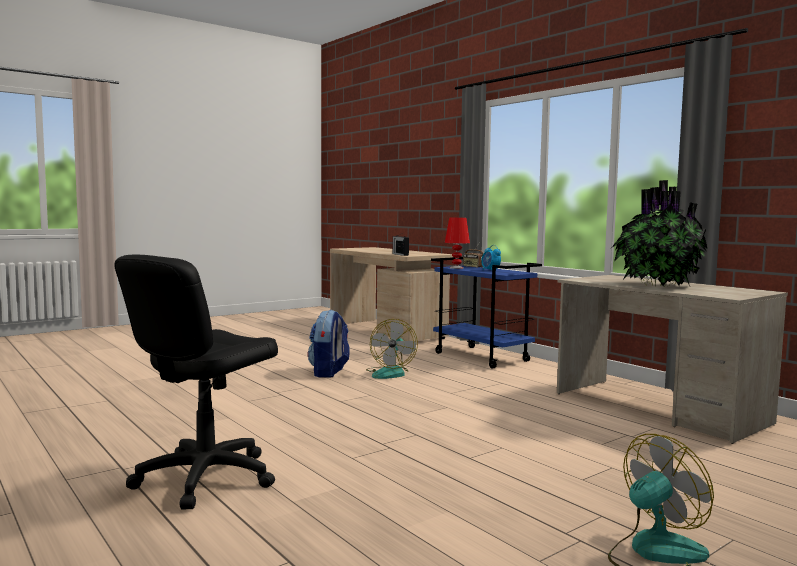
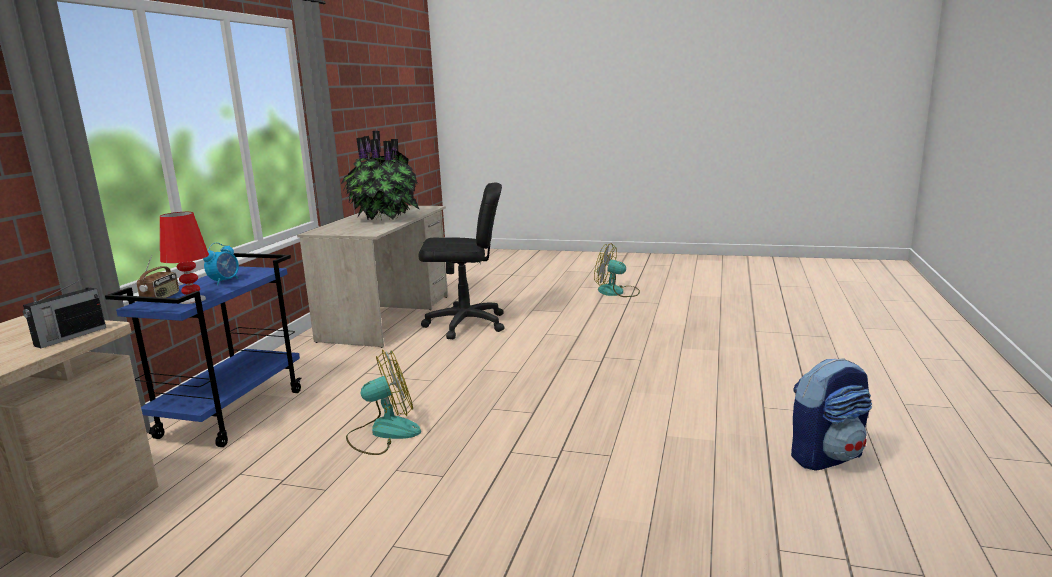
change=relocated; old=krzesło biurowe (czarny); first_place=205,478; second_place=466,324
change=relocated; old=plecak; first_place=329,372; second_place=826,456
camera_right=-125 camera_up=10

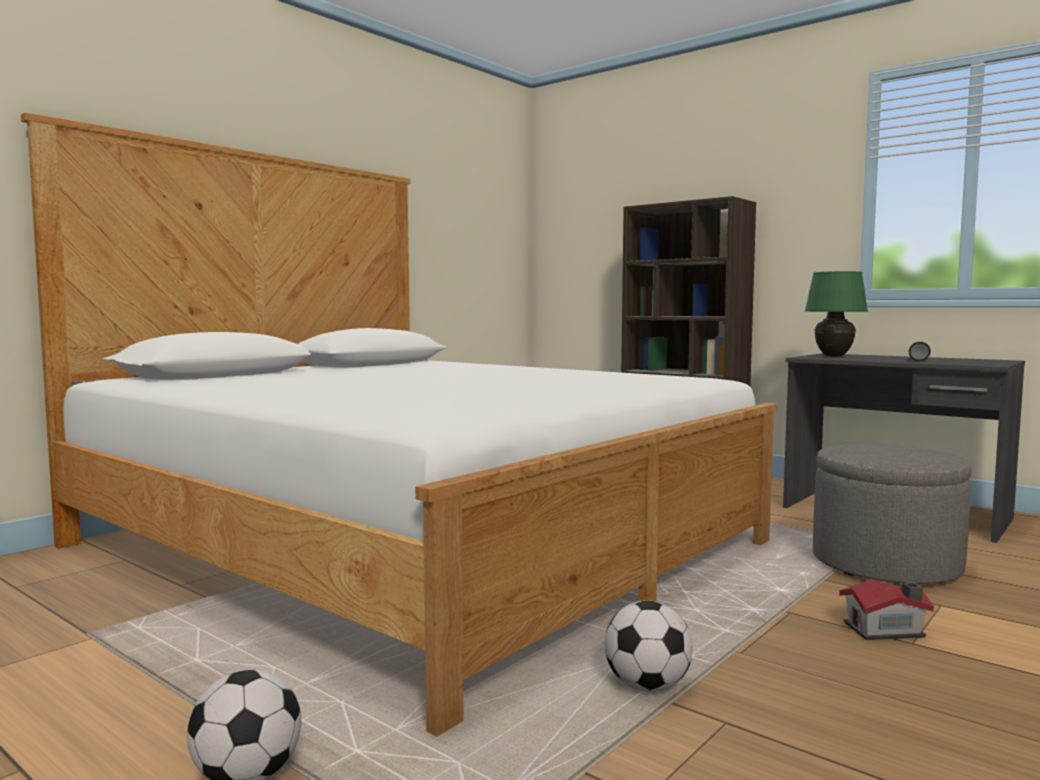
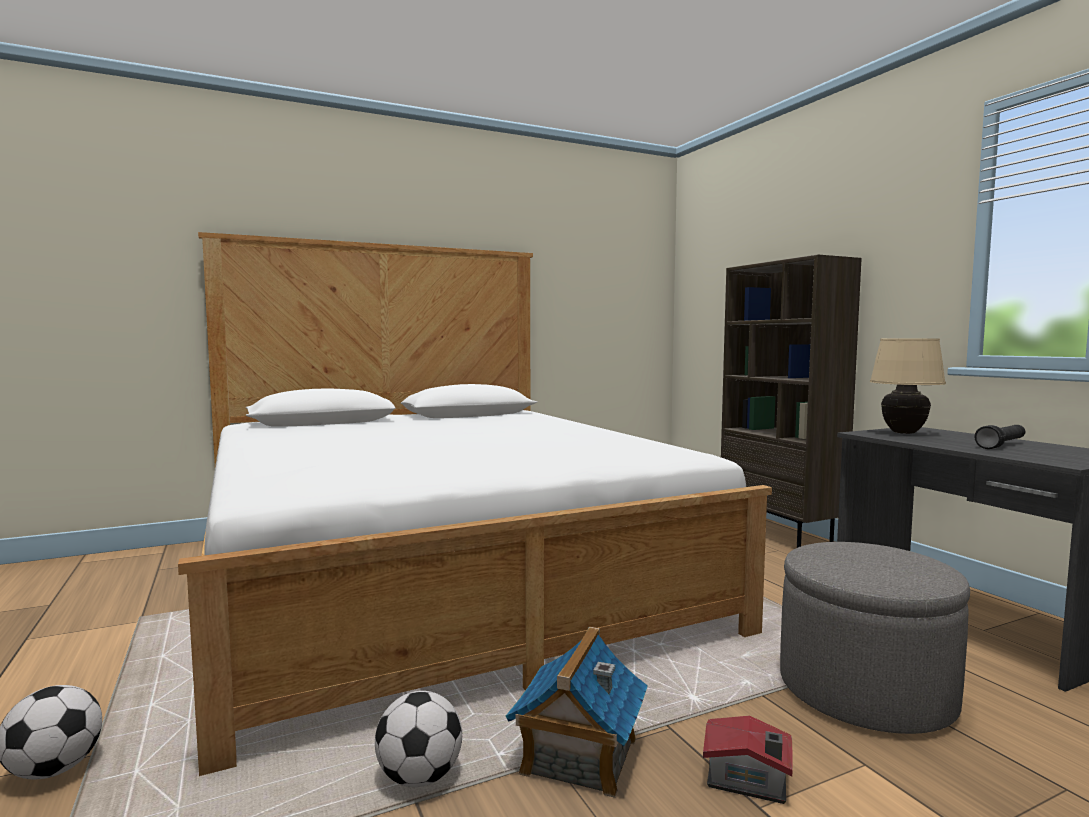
change=colour; old=lampa stołowa (zielony); new=lampa stołowa (beżowy); first_place=834,356; second_place=904,433
change=appeared; new=domek; second_place=578,756
camera_right=25 camera_up=0

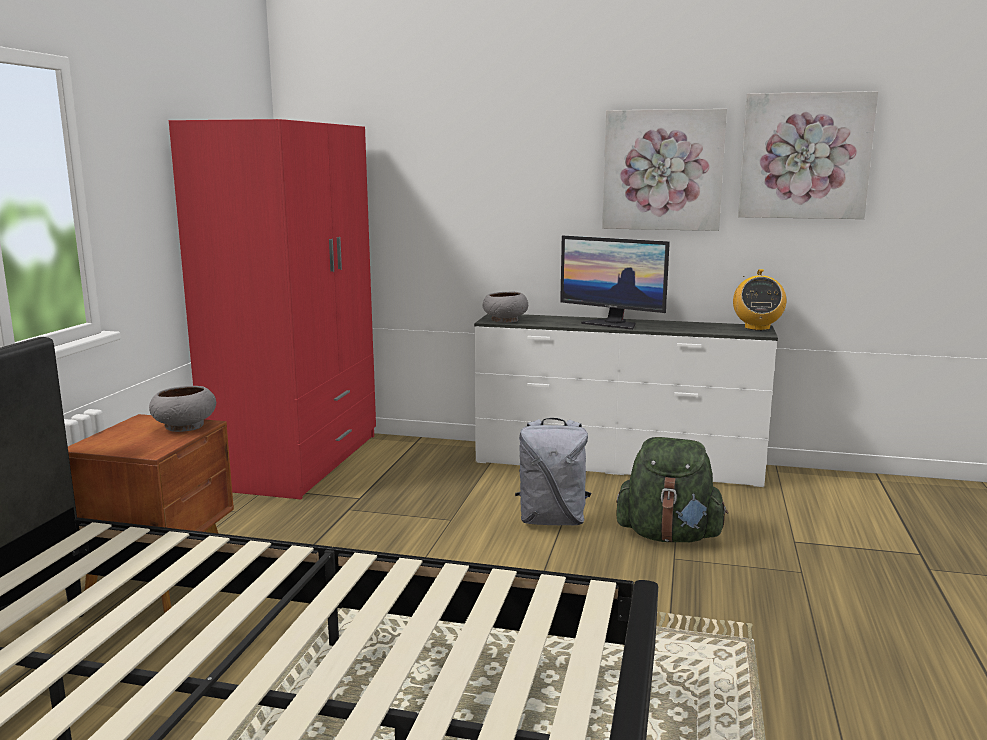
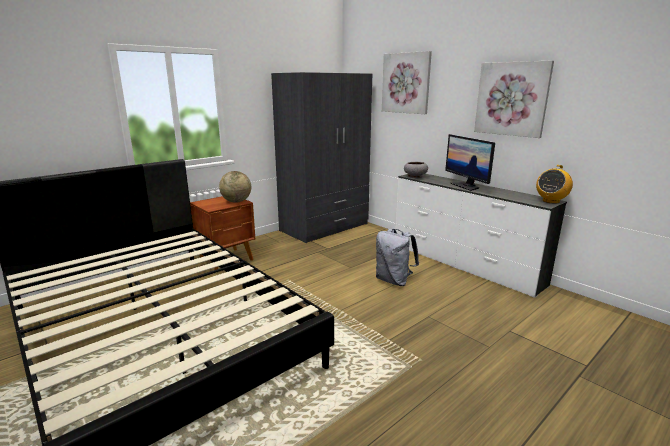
change=exchanged; old=miska (szary); new=globus; first_place=184,426; second_place=236,201
change=colour; old=szafa (czerwony); new=szafa (szary); first_place=298,460; second_place=325,227
change=missing; old=plecak (zielony); first_place=669,536
change=relocated; old=obraz; first_place=804,156; second_place=406,83
camera_right=35 camera_up=5

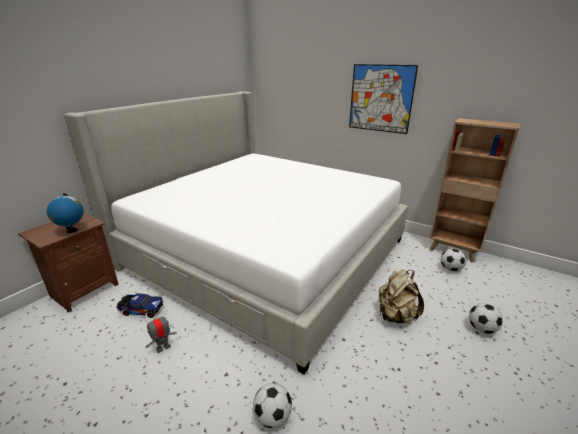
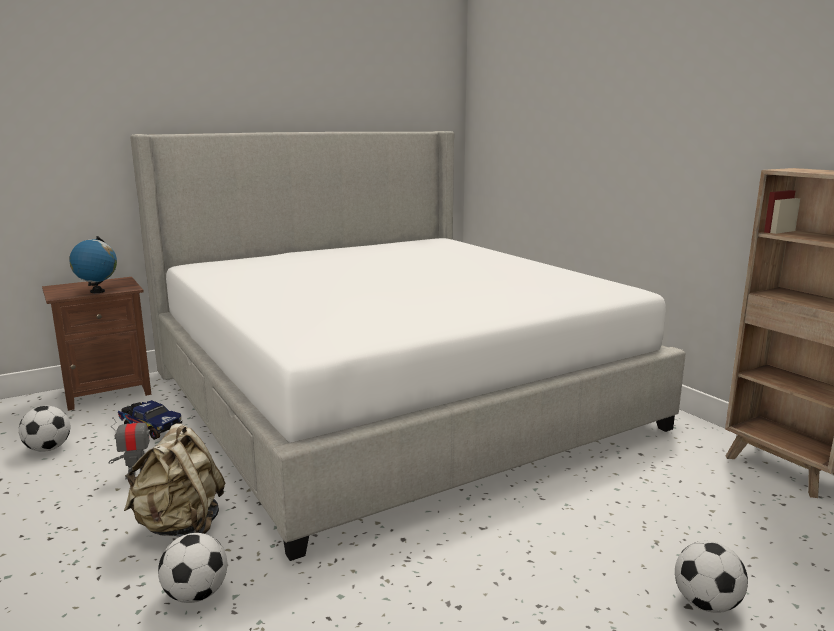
change=missing; old=obraz; first_place=380,98
change=relocated; old=plecak (beżowy); first_place=395,316; second_place=180,526
change=relocated; old=piłka futbolowa; first_place=450,269; second_place=48,449
camera_right=25 camera_up=-10

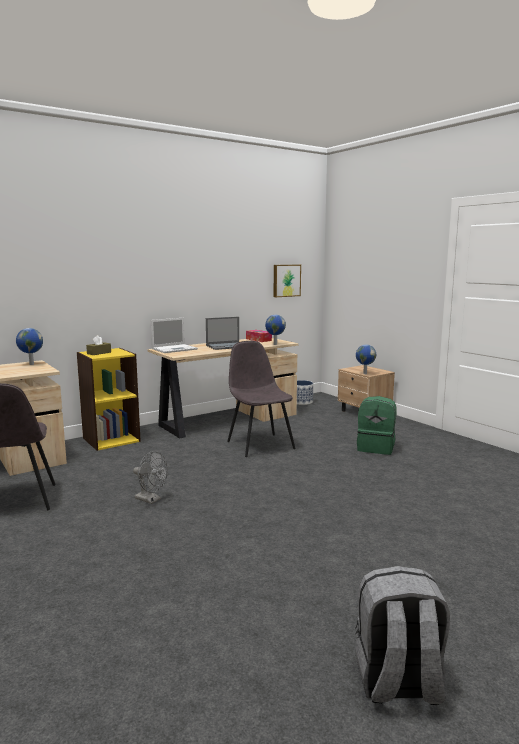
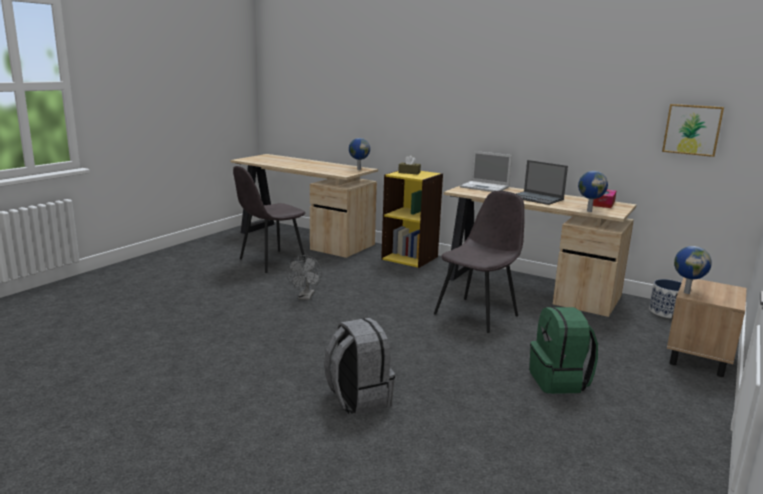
change=relocated; old=plecak (szary); first_place=397,683; second_place=357,399
camera_right=65 camera_up=5

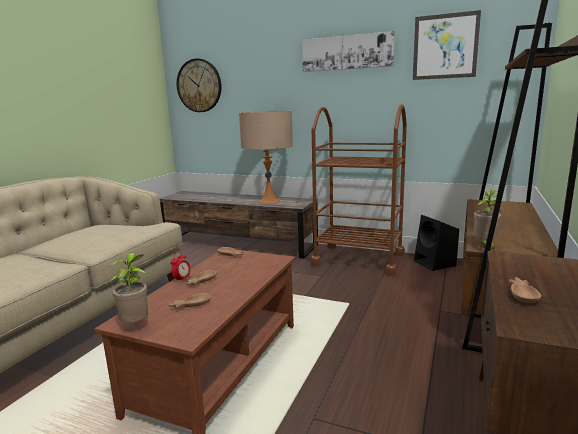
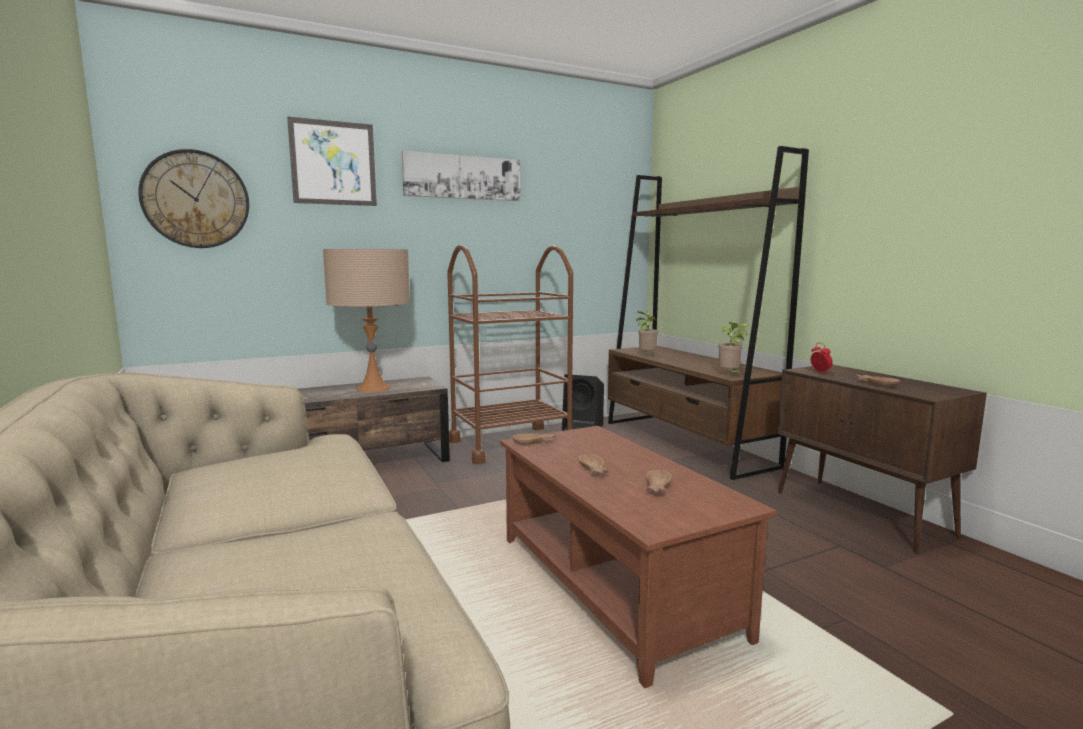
change=relocated; old=roślina doniczkowa; first_place=136,325; second_place=646,355
change=relocated; old=budzik; first_place=182,280; second_place=820,373
change=relocated; old=obraz; first_place=445,46; second_place=333,163
camera_right=-50 camera_up=-5

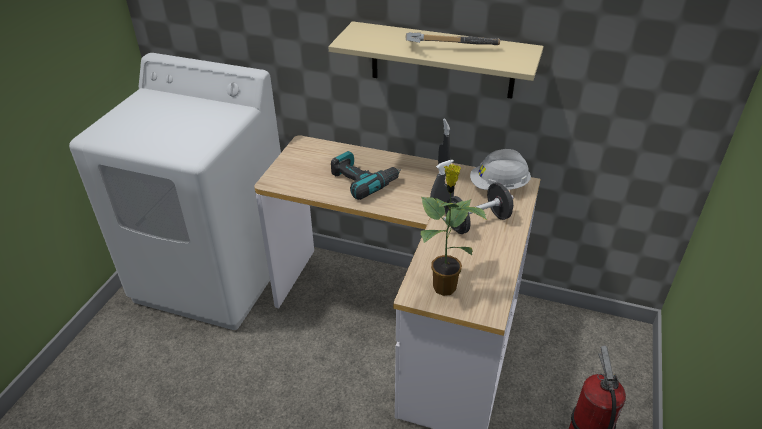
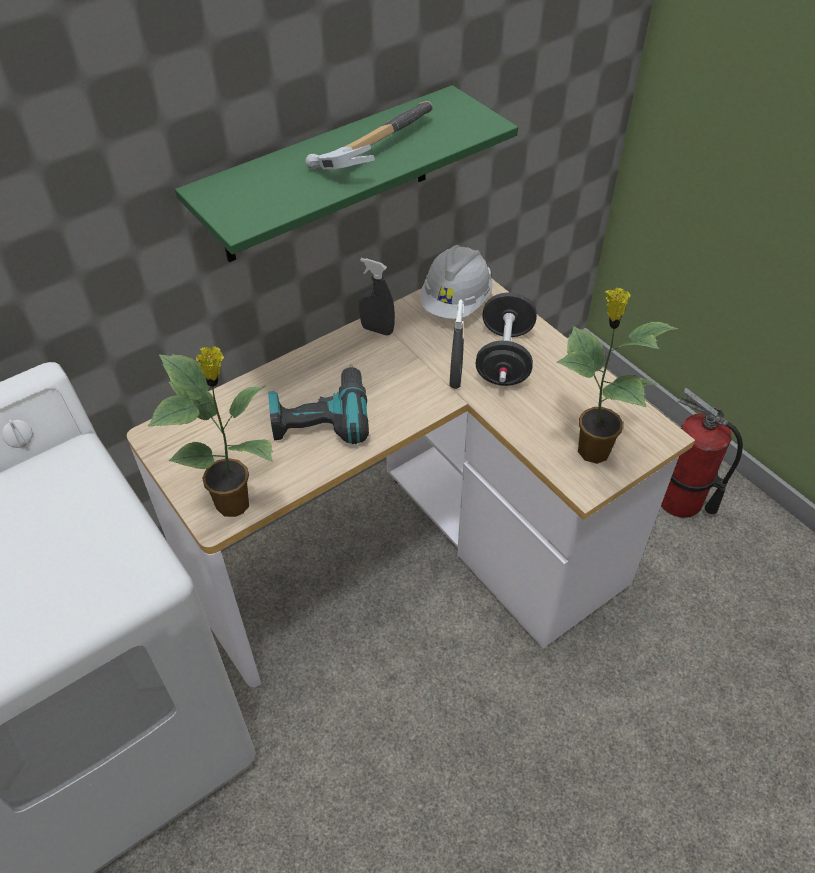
change=colour; old=półka (beżowy); new=półka (zielony); first_place=442,60; second_place=327,176
change=appeared; new=roślina doniczkowa; second_place=235,503
camera_right=-55 camera_up=10

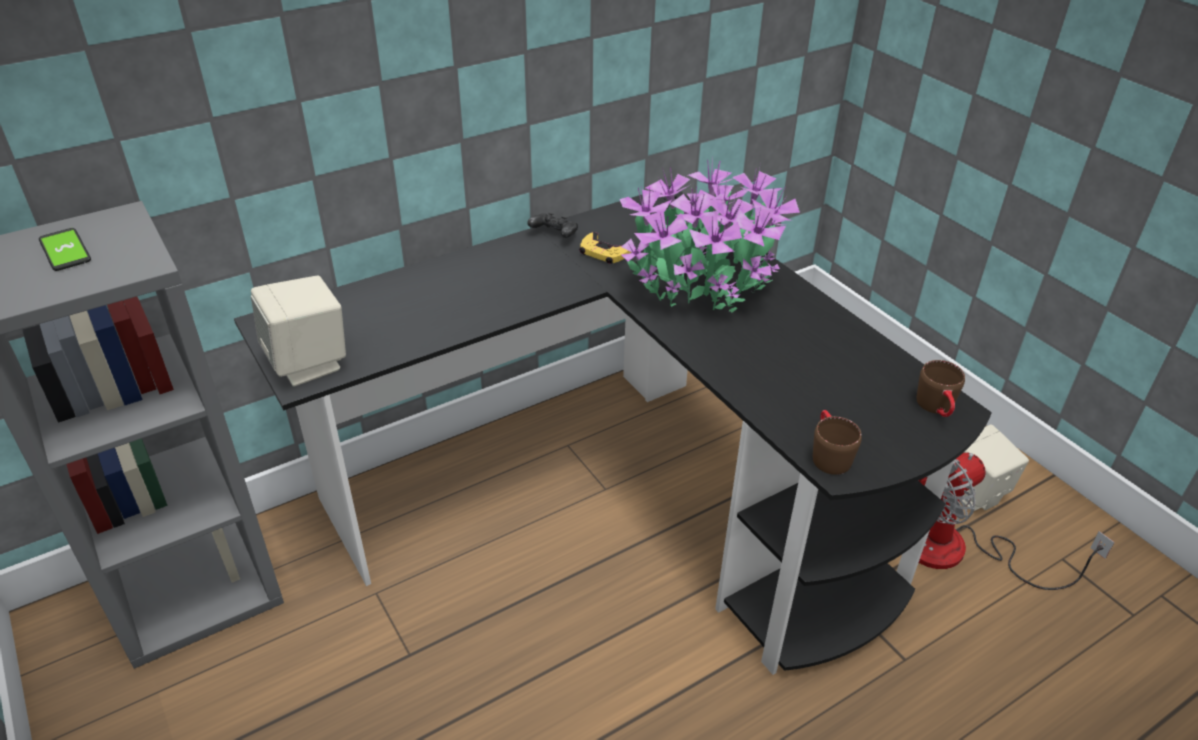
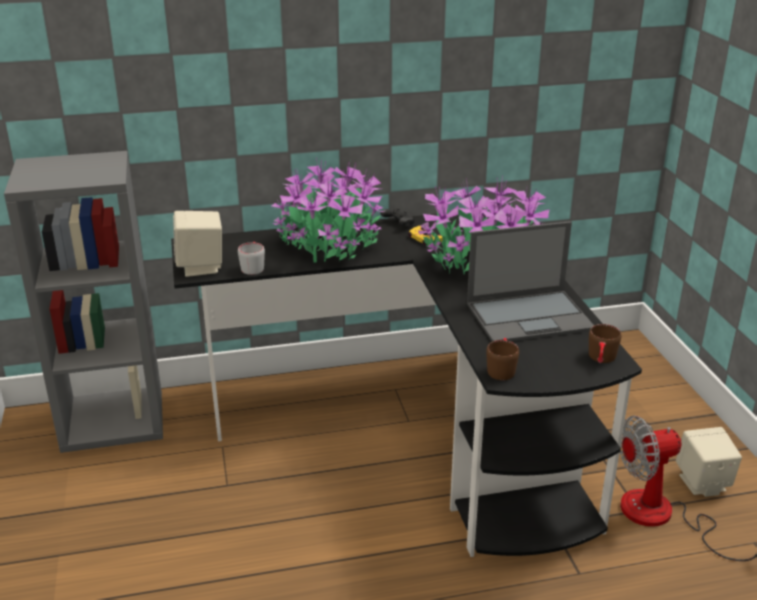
change=missing; old=telefon; first_place=65,250
change=appeared; new=kubek (szary); second_place=253,266
change=appeared; new=roślina doniczkowa; second_place=329,245
change=appeared; new=laptop; second_place=530,316
camera_right=20 camera_up=-10

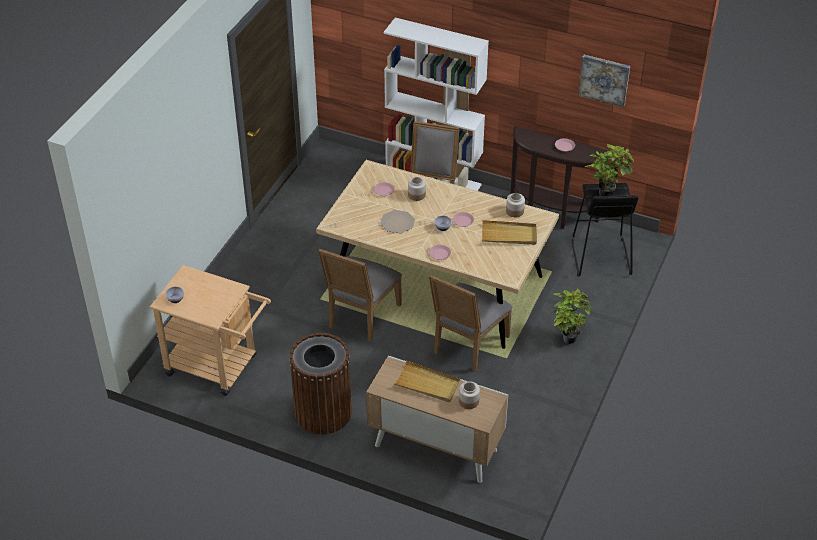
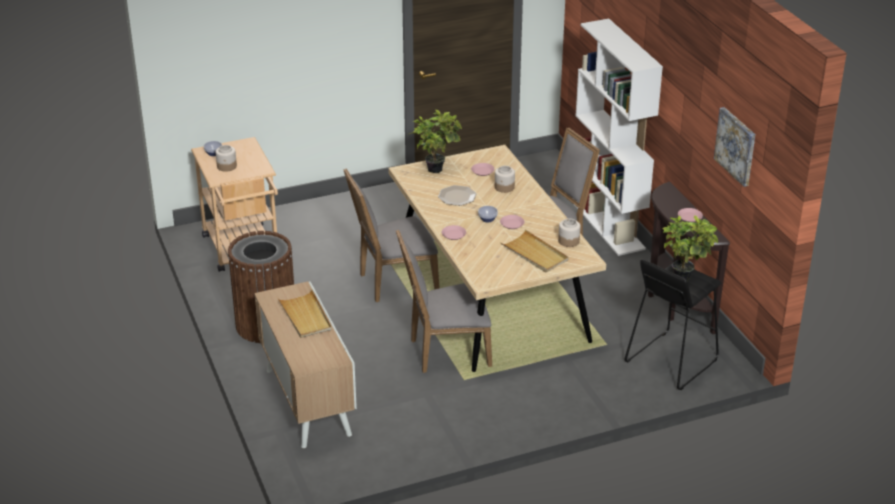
change=relocated; old=słoik; first_place=469,401; second_place=227,166
change=relocated; old=roślina doniczkowa; first_place=567,336; second_place=436,168
camera_right=45 camera_up=-10

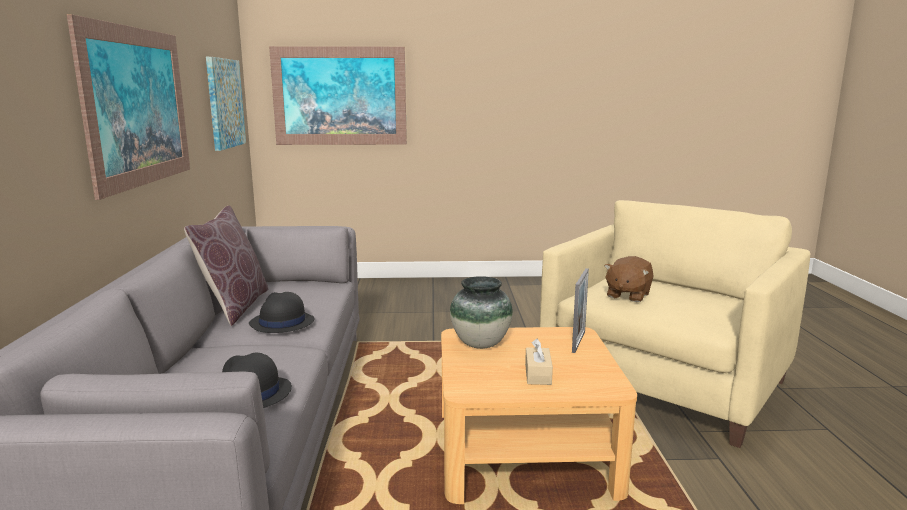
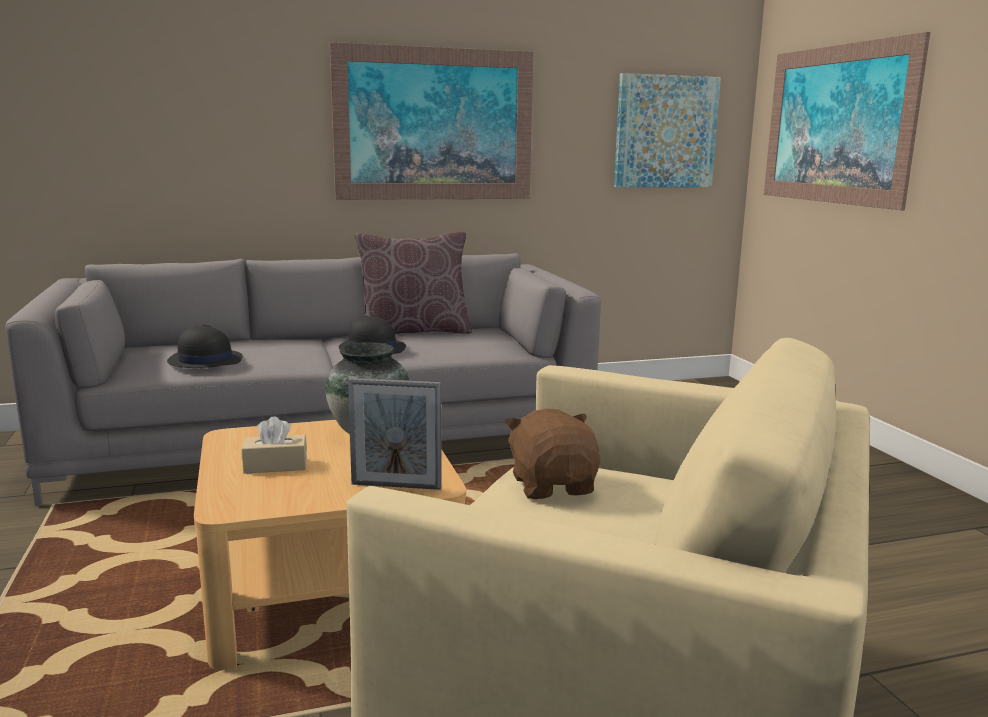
change=spun; old=pluszak (brązowy); first_place=627,295; second_place=553,486; degrees=60
camera_right=75 camera_up=0

